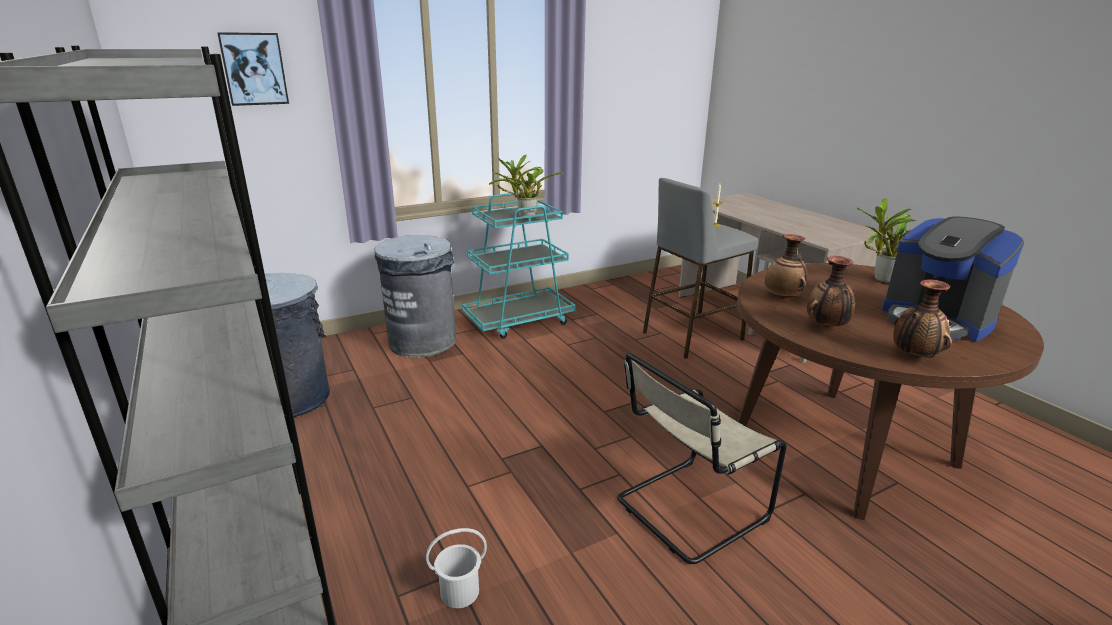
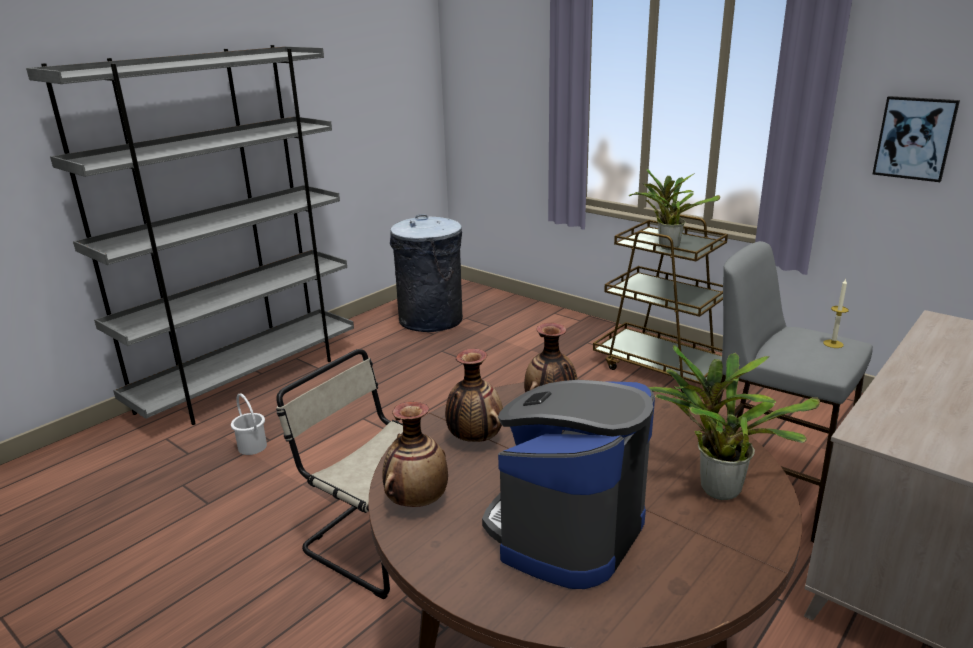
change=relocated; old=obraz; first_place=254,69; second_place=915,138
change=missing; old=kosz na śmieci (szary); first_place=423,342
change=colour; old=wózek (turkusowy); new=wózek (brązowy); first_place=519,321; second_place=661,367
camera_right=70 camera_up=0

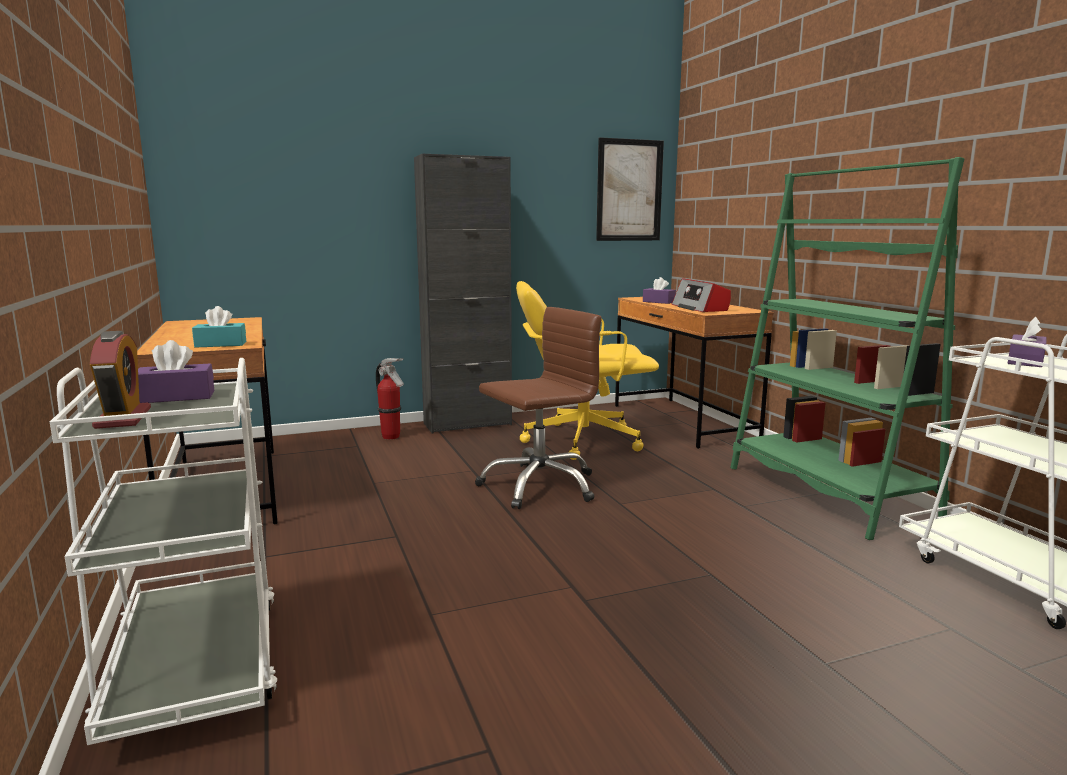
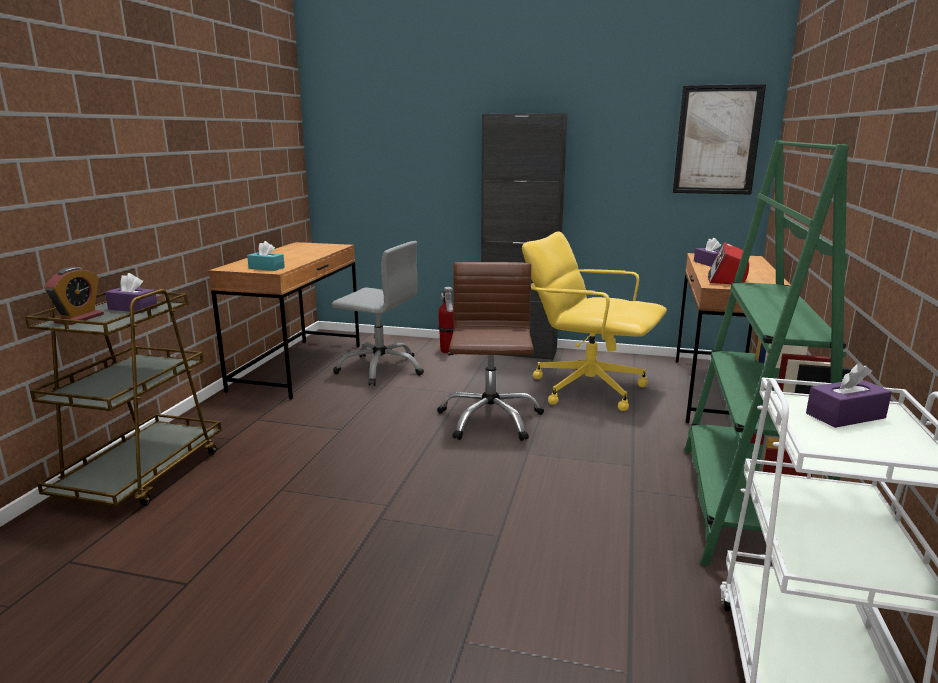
change=colour; old=wózek (biały); new=wózek (brązowy); first_place=196,667; second_place=142,474
change=spun; old=krzesło biurowe (brązowy); first_place=539,485; second_place=489,419; degrees=-90
change=appeared; new=krzesło biurowe (szary); second_place=381,369
camera_right=35 camera_up=5

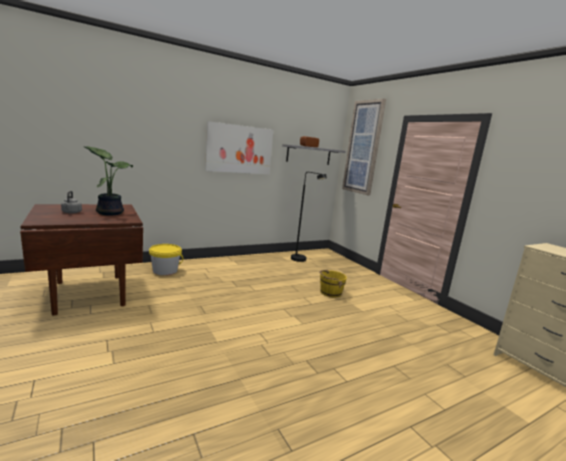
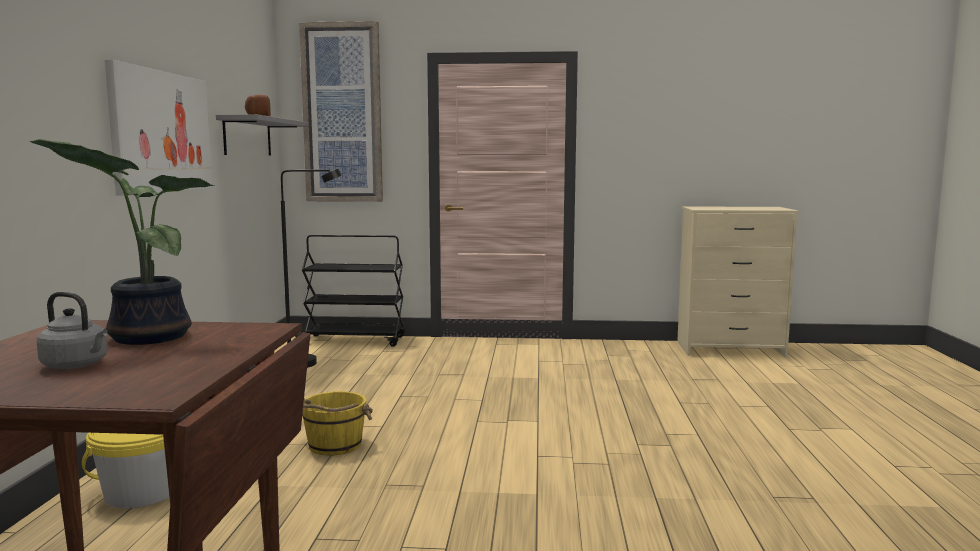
change=relocated; old=wiadro (żółty); first_place=330,292; second_place=334,445
change=appeared; new=wózek (czarny); second_place=355,340
camera_right=-55 camera_up=-5

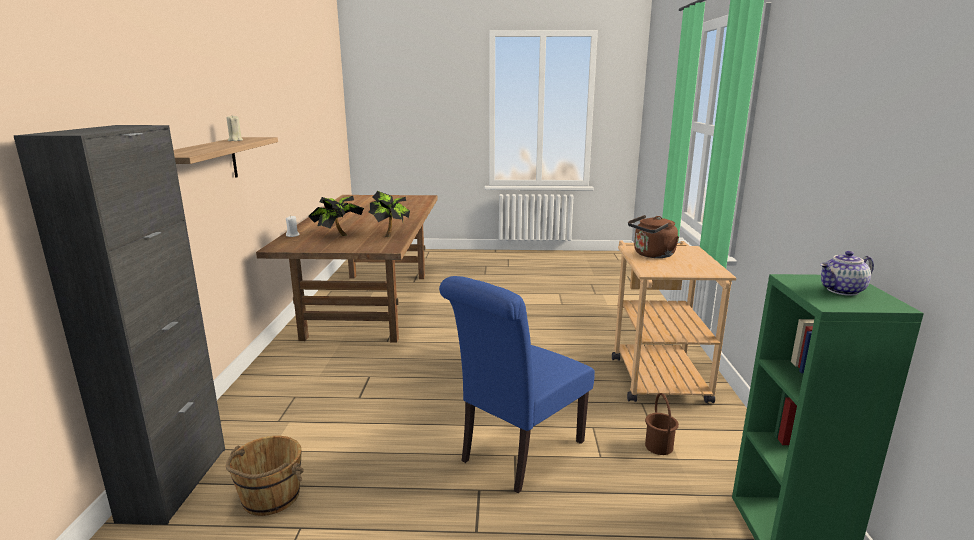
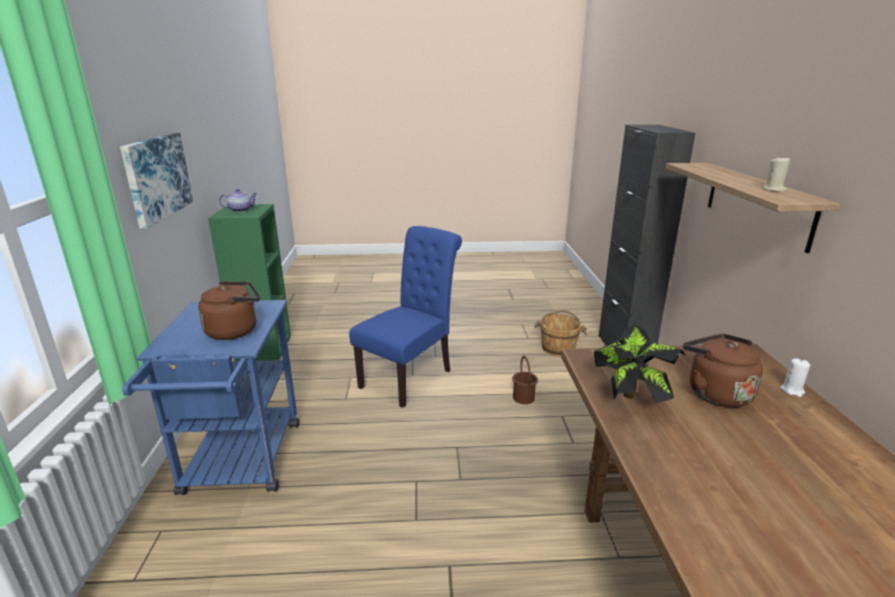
change=exchanged; old=roślina doniczkowa; new=czajnik (brązowy); first_place=337,236; second_place=715,392
change=colour; old=wózek (beżowy); new=wózek (niebieski); first_place=655,374; second_place=239,465
change=relocated; old=wiadro (brązowy); first_place=658,446; second_place=524,398
change=appeared; new=obraz; second_place=156,177
camera_right=175 camera_up=5

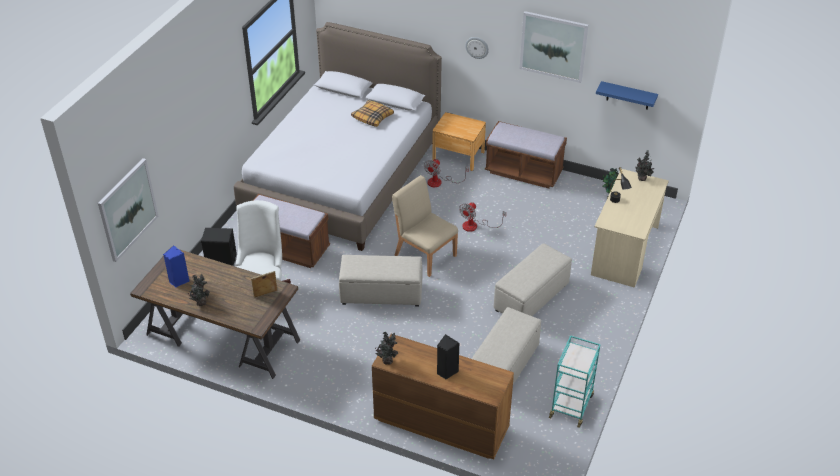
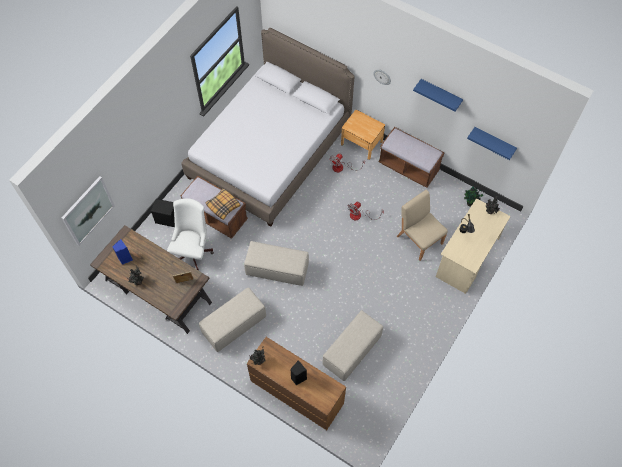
change=relocated; old=poduszka; first_place=372,117; second_place=223,206
change=relocated; old=krzesło (beżowy); first_place=425,255; second_place=419,239
change=relocated; old=pufa (beżowy); first_place=531,297; second_place=234,324
change=exchanged; old=obraz; new=półka (niebieski); first_place=553,46; second_place=440,94
change=missing; old=wózek (turkusowy); first_place=571,405
camera_right=10 camera_up=20

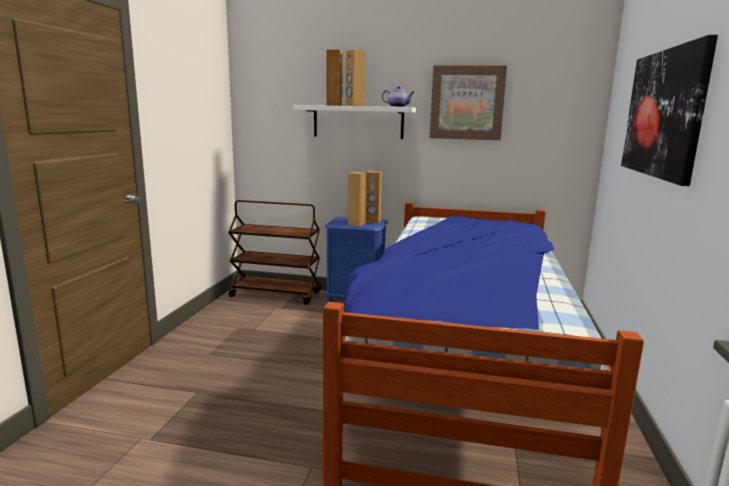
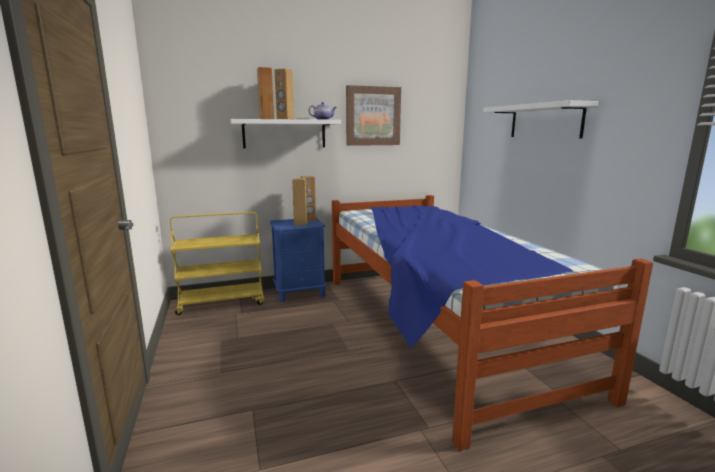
change=colour; old=wózek (brązowy); new=wózek (żółty); first_place=276,294; second_place=222,302
change=exchanged; old=obraz; new=półka (biały); first_place=663,113; second_place=545,121
camera_right=-30 camera_up=0

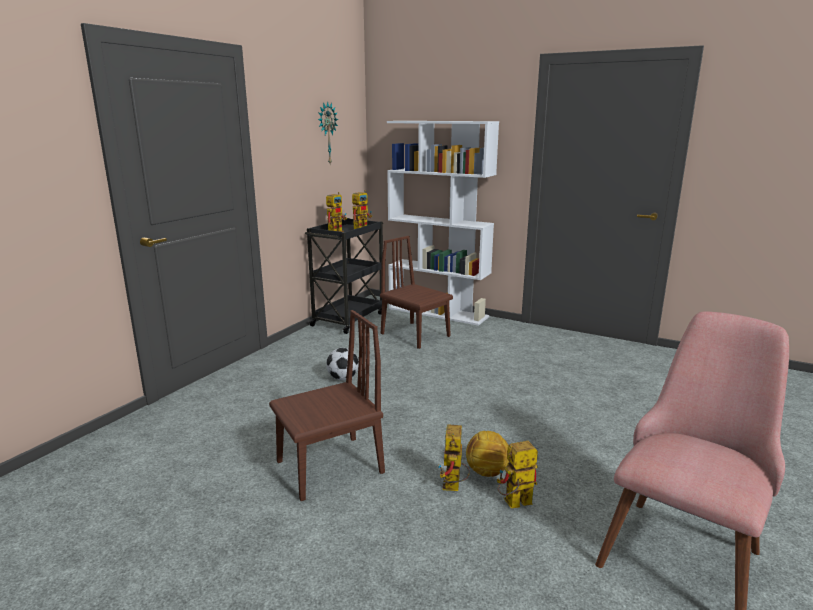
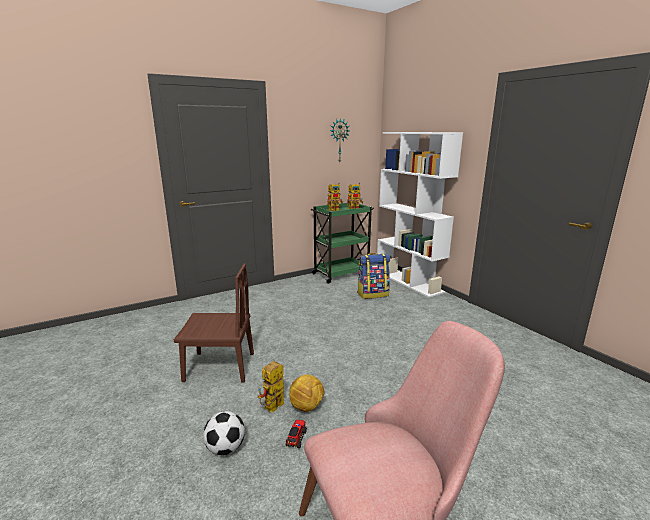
change=colour; old=wózek (czarny); new=wózek (zielony); first_place=349,319; second_place=341,274
change=relocated; old=piłka futbolowa; first_place=343,378; second_place=226,448
change=exchanged; old=krzesło (brązowy); new=plecak; first_place=415,335; second_place=373,294
change=exchanged; old=robot zabawkowy; new=ciężarówka zabawkowa; first_place=513,504; second_place=296,438
camera_right=30 camera_up=0

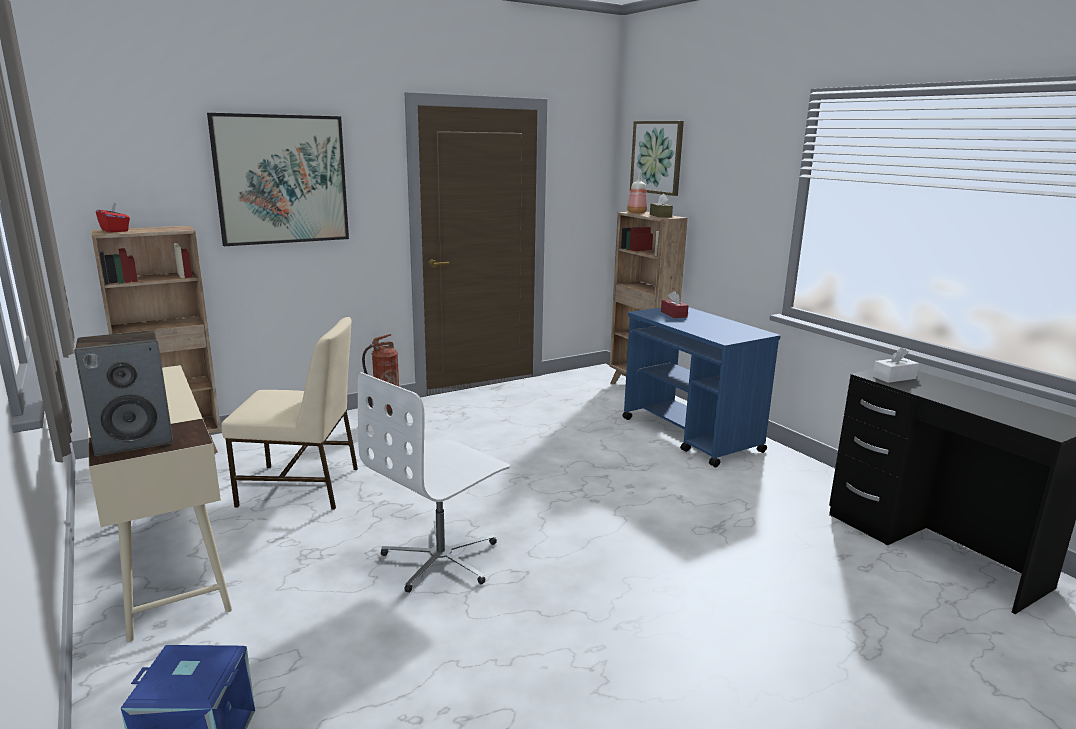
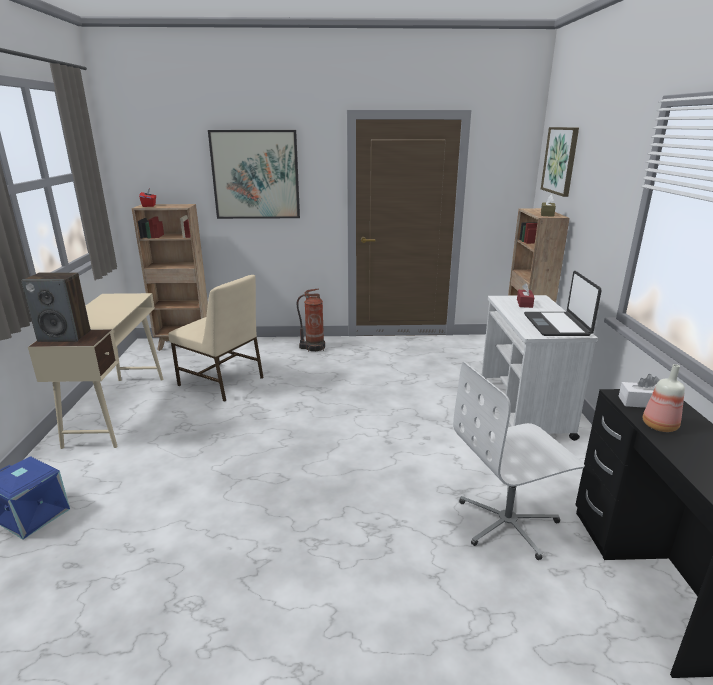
change=relocated; old=krzesło biurowe (biały); first_place=442,559; second_place=508,523
change=colour; old=wózek (niebieski); new=wózek (biały); first_place=691,435; second_place=524,409
change=relocated; old=butelka; first_place=636,213; second_place=659,426
change=appeared; new=laptop; second_place=557,325
camera_right=30 camera_up=5

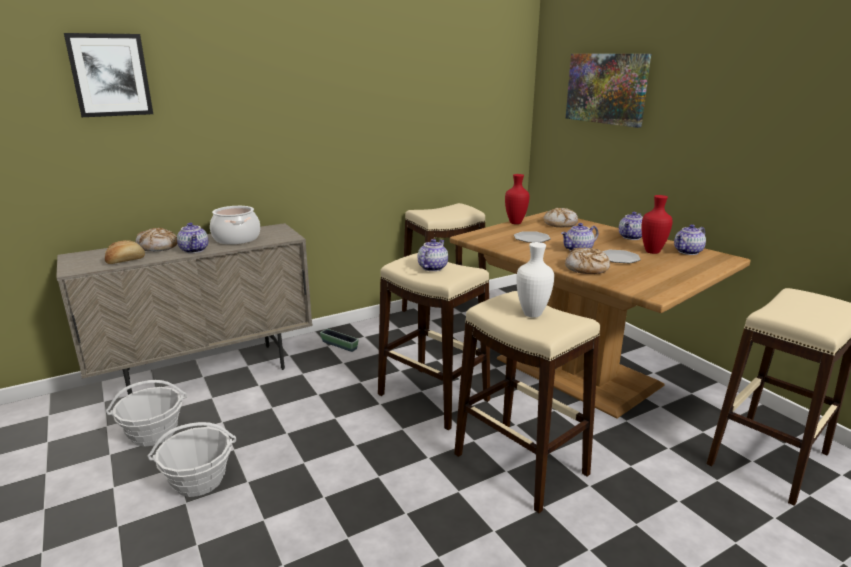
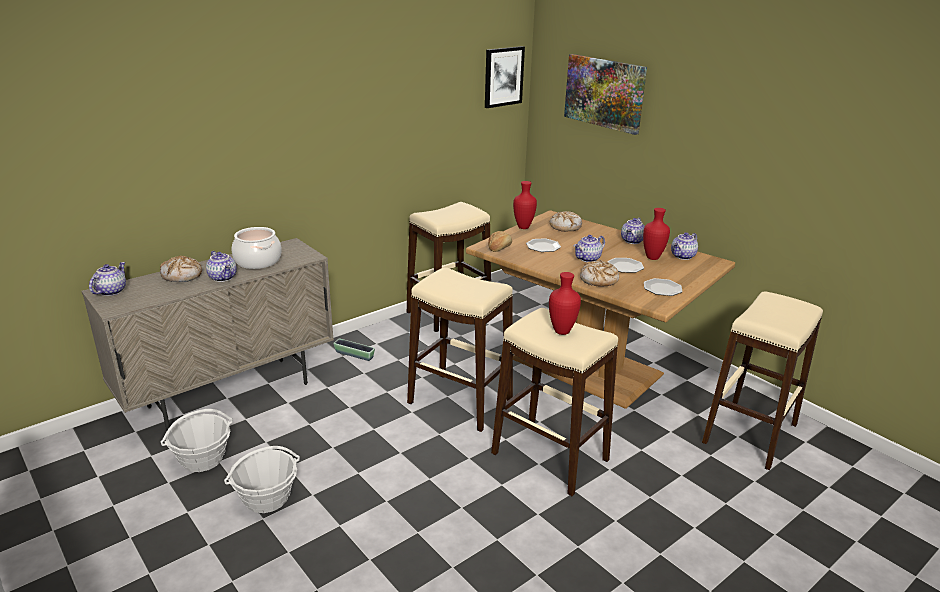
change=relocated; old=obraz; first_place=110,75; second_place=503,76
change=relocated; old=chleb; first_place=125,261; second_place=499,248
change=relocated; old=imbryk; first_place=432,267; second_place=111,291
change=colour; old=wazon (biały); new=wazon (czerwony); first_place=532,315; second_place=562,332
change=appeared; new=talerz; second_place=662,288
camera_right=-10 camera_up=5

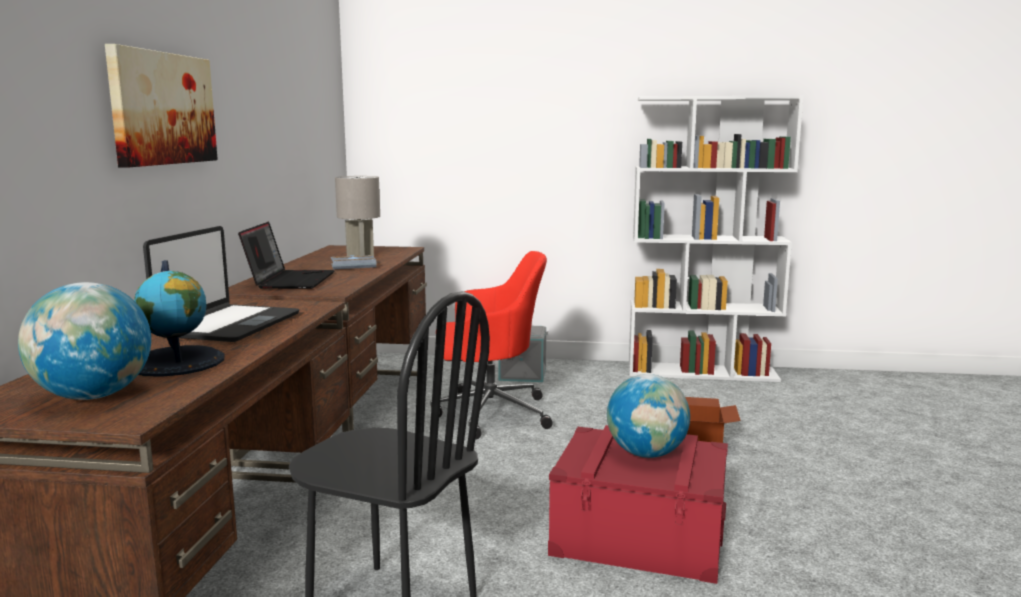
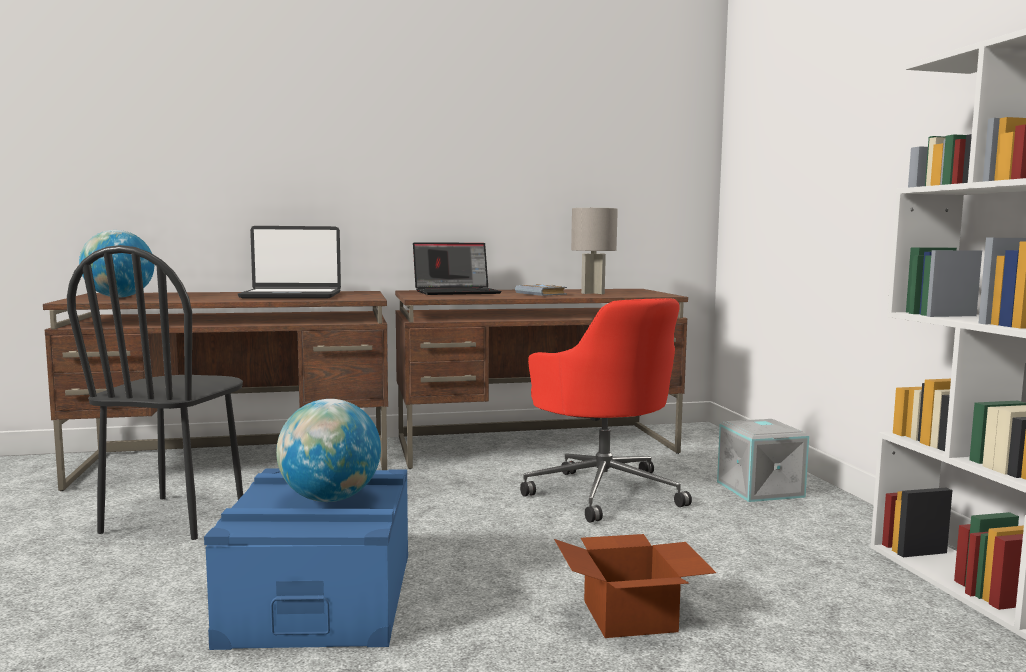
change=missing; old=obraz; first_place=162,108
change=missing; old=globus; first_place=177,362
change=colour; old=pojemnik do przechowywania (czerwony); new=pojemnik do przechowywania (niebieski); first_place=639,535; second_place=321,597
camera_right=70 camera_up=-5

